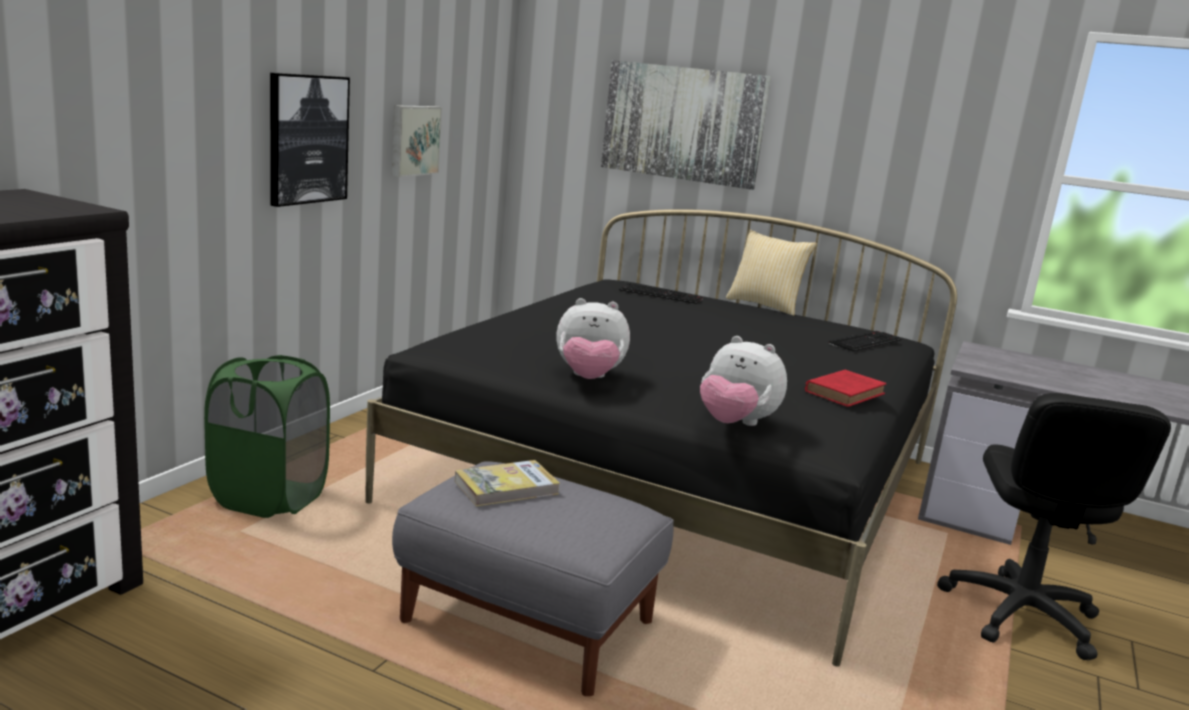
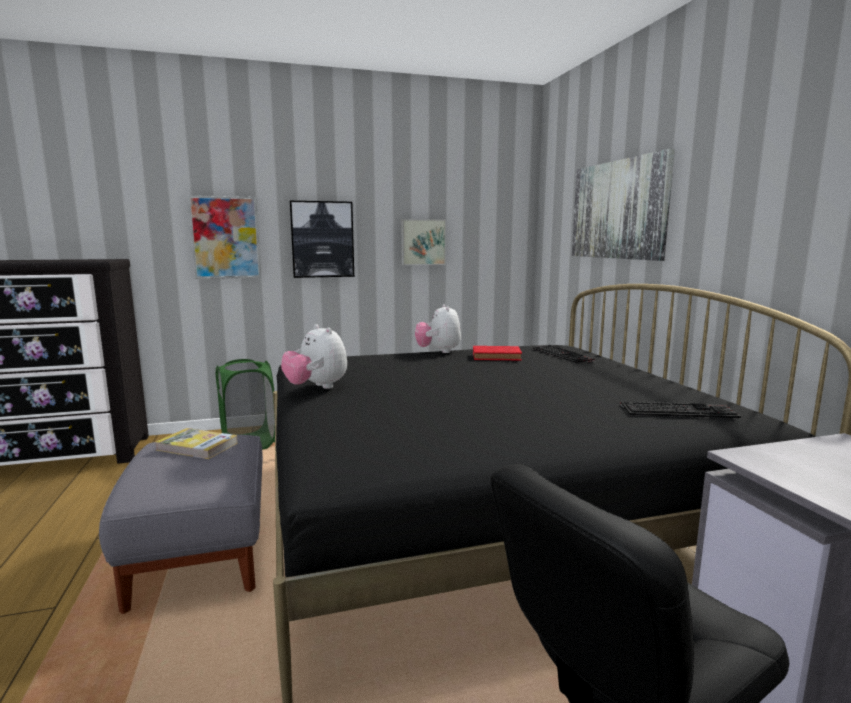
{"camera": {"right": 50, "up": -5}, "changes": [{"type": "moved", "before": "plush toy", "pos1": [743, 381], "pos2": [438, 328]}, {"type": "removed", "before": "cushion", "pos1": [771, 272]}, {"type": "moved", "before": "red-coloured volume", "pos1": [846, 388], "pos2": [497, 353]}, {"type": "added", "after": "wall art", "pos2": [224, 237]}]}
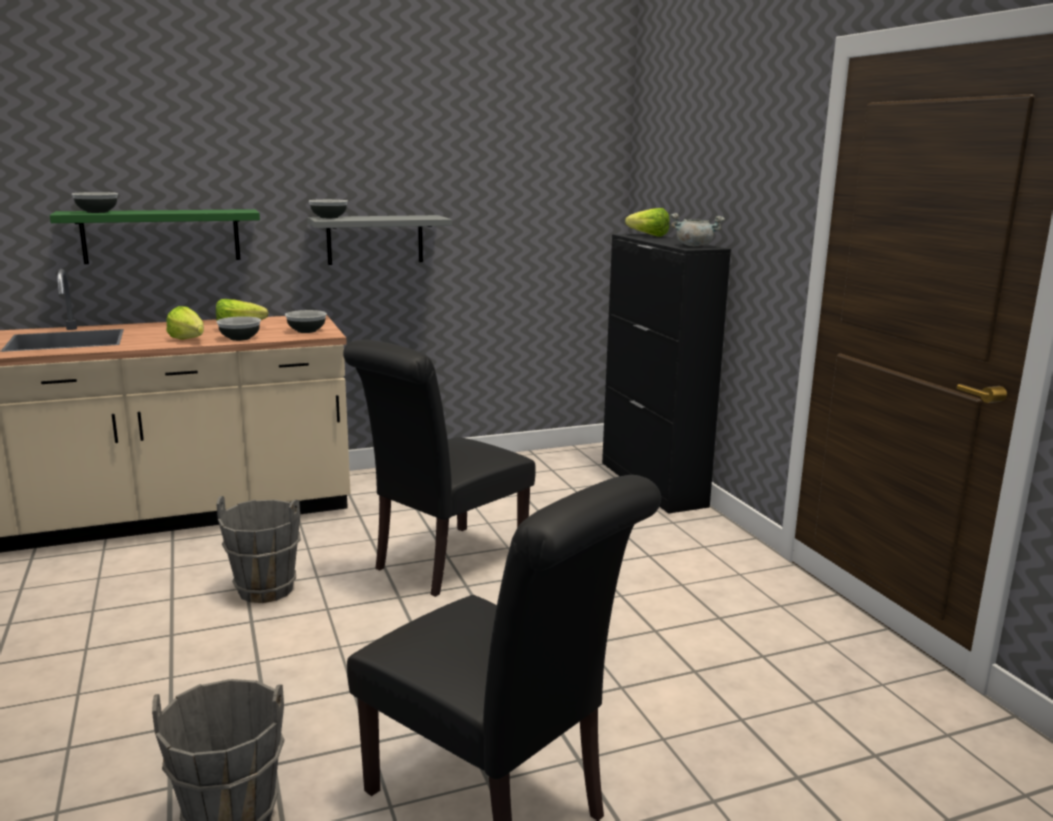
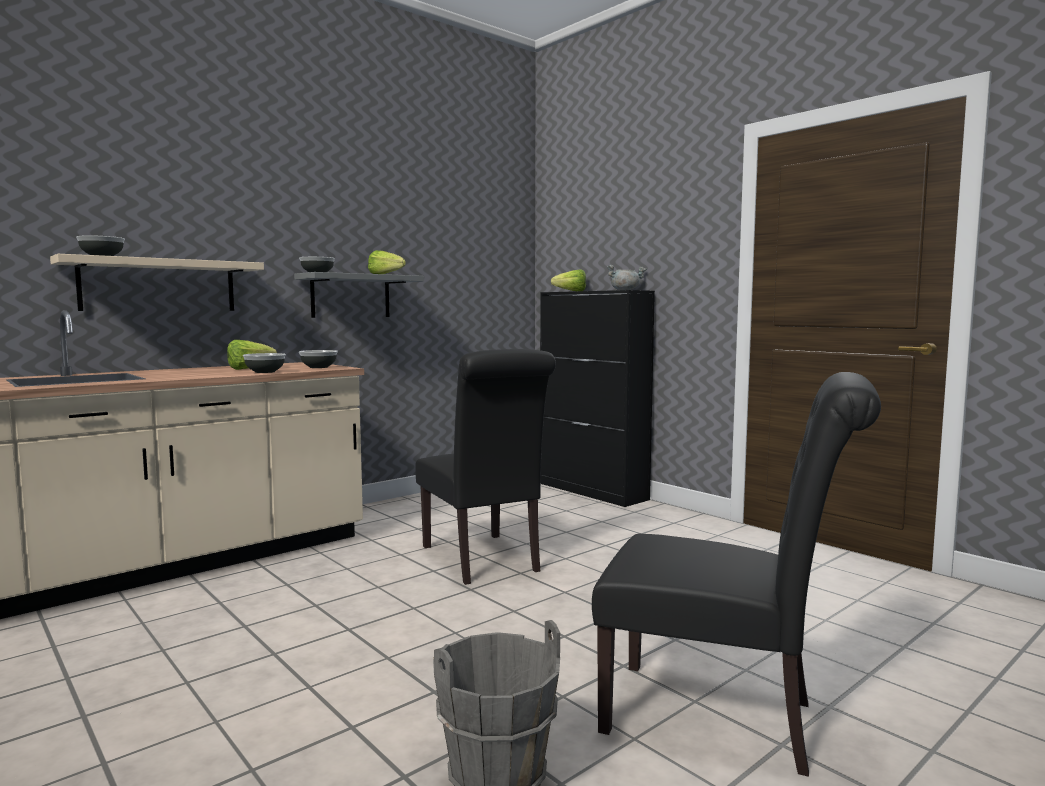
{"camera": {"right": -20, "up": -10}, "changes": [{"type": "recoloured", "before": "greenish bracket shelf", "after": "sand-coloured bracket shelf", "pos1": [155, 236], "pos2": [157, 282]}, {"type": "moved", "before": "head of lettuce", "pos1": [185, 323], "pos2": [387, 262]}, {"type": "removed", "before": "grey water bucket", "pos1": [258, 549]}, {"type": "turned", "before": "black-coloured upright chair", "pos1": [439, 468], "pos2": [486, 467], "turn": -45}]}
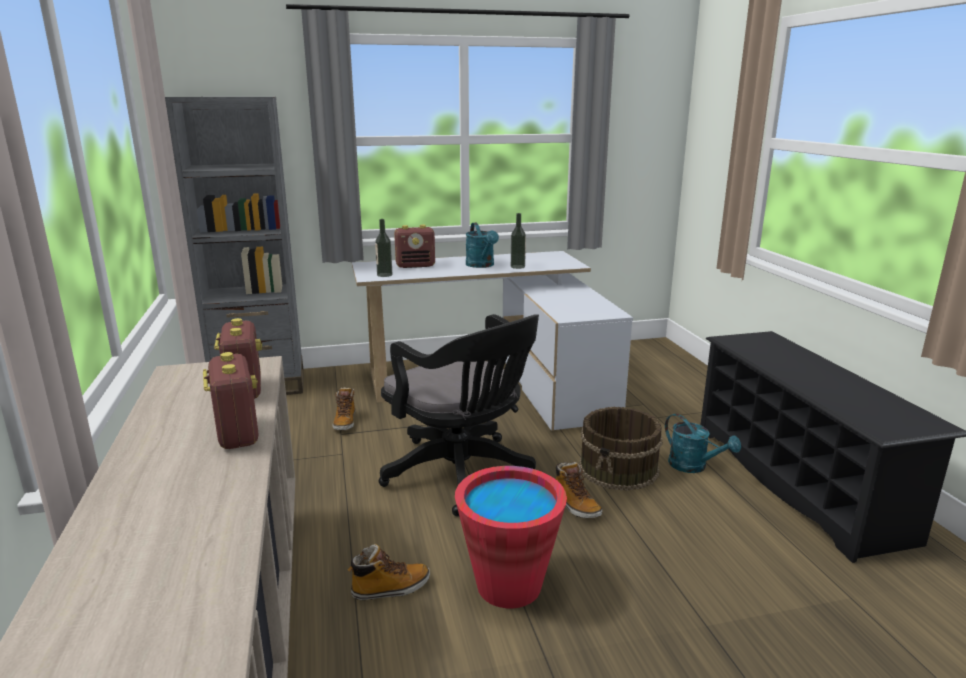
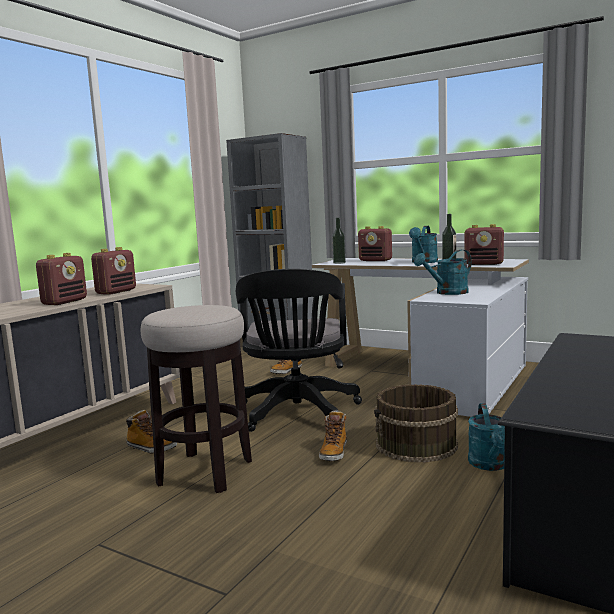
{"camera": {"right": 45, "up": -10}, "changes": [{"type": "replaced", "before": "red-coloured water bucket", "after": "stool seat", "pos1": [511, 537], "pos2": [196, 399]}, {"type": "added", "after": "blue-green watering can", "pos2": [443, 272]}, {"type": "added", "after": "radio receiver", "pos2": [484, 244]}]}
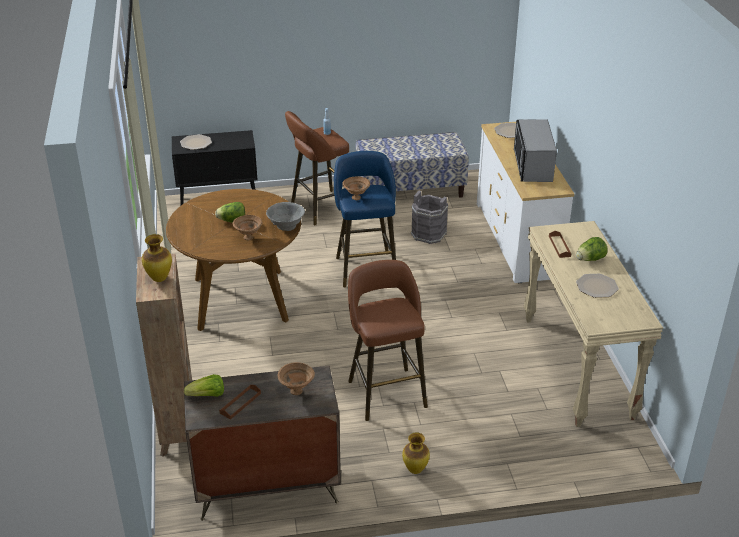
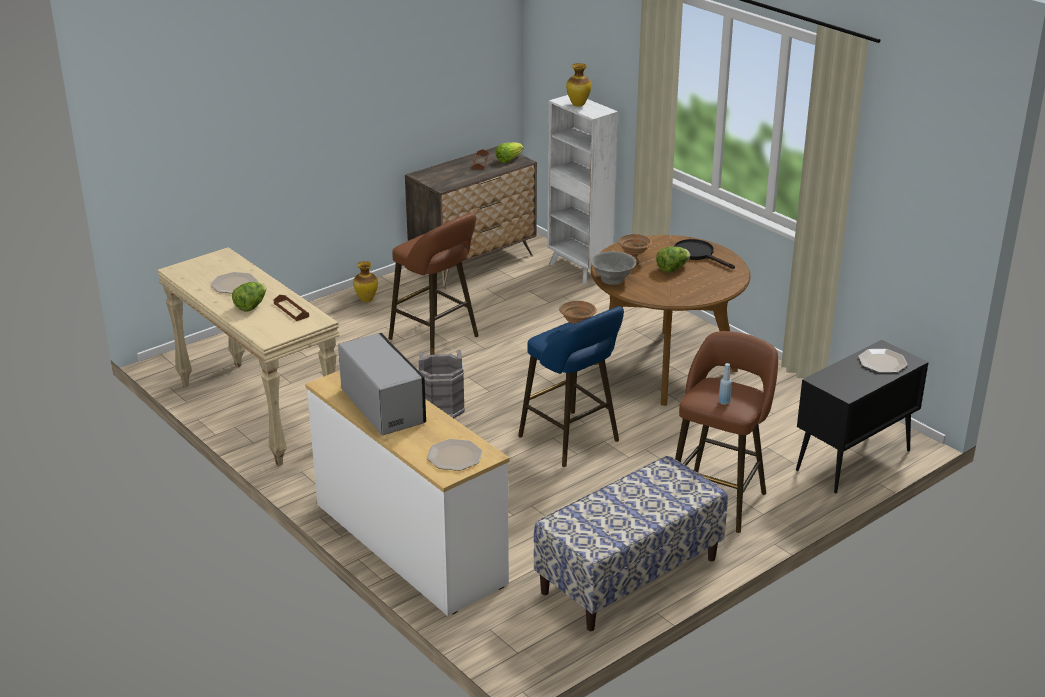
{"camera": {"right": 150, "up": -5}, "changes": [{"type": "recoloured", "before": "brown-coloured shelving unit", "after": "white shelving unit", "pos1": [164, 355], "pos2": [582, 189]}, {"type": "removed", "before": "brown-coloured deep dish", "pos1": [296, 378]}, {"type": "moved", "before": "grey water bucket", "pos1": [429, 217], "pos2": [441, 384]}, {"type": "added", "after": "black-coloured pan", "pos2": [704, 254]}]}
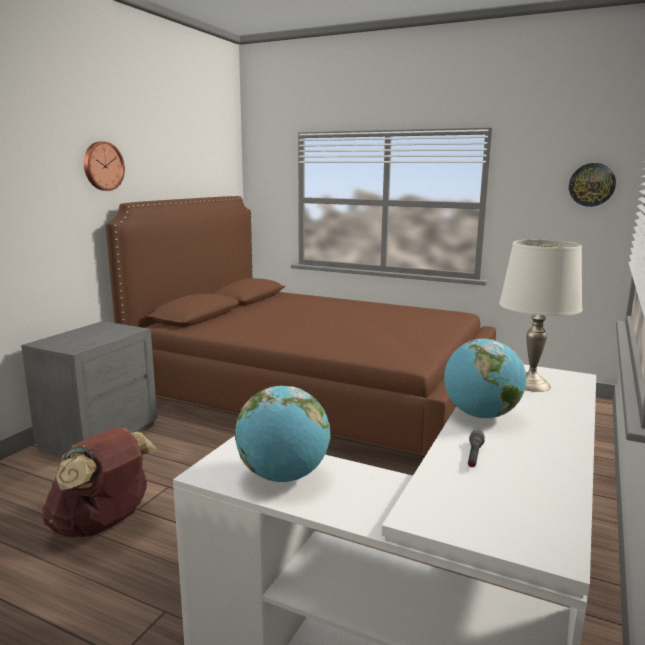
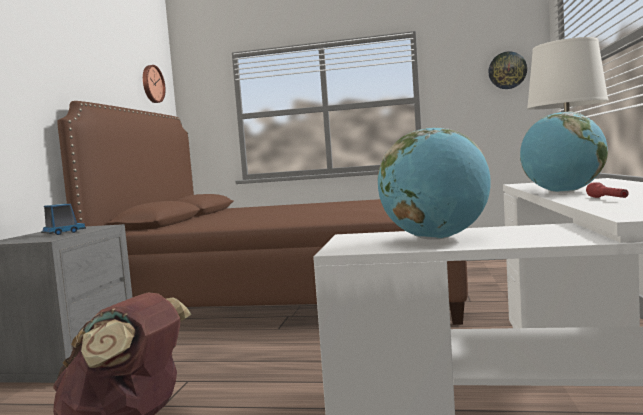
{"camera": {"right": -15, "up": -10}, "changes": [{"type": "moved", "before": "hanging clock", "pos1": [104, 166], "pos2": [154, 84]}, {"type": "recoloured", "before": "grey hand torch", "after": "red-coloured hand torch", "pos1": [476, 448], "pos2": [607, 190]}, {"type": "added", "after": "model truck", "pos2": [63, 219]}]}
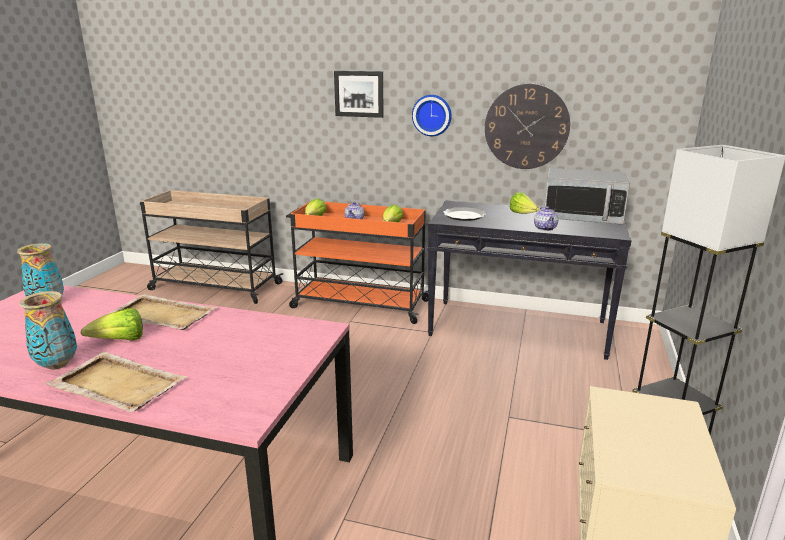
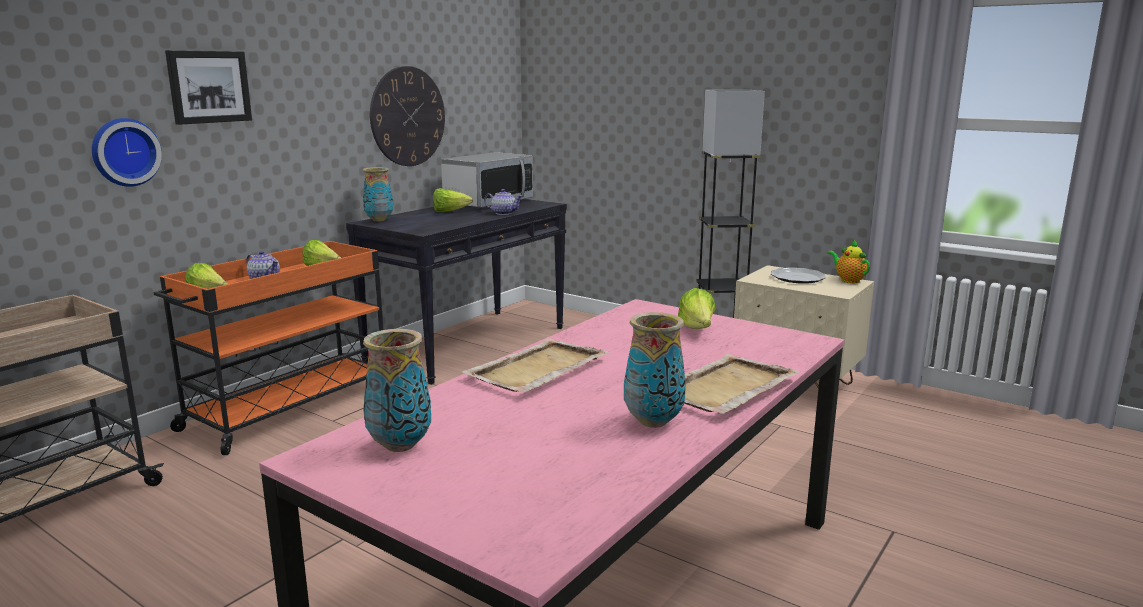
{"camera": {"right": -70, "up": -5}, "changes": [{"type": "moved", "before": "head of lettuce", "pos1": [112, 324], "pos2": [697, 308]}, {"type": "moved", "before": "hanging clock", "pos1": [432, 115], "pos2": [127, 152]}, {"type": "moved", "before": "plate", "pos1": [464, 214], "pos2": [798, 275]}, {"type": "added", "after": "vase", "pos2": [378, 194]}, {"type": "added", "after": "pot for tea", "pos2": [849, 261]}]}
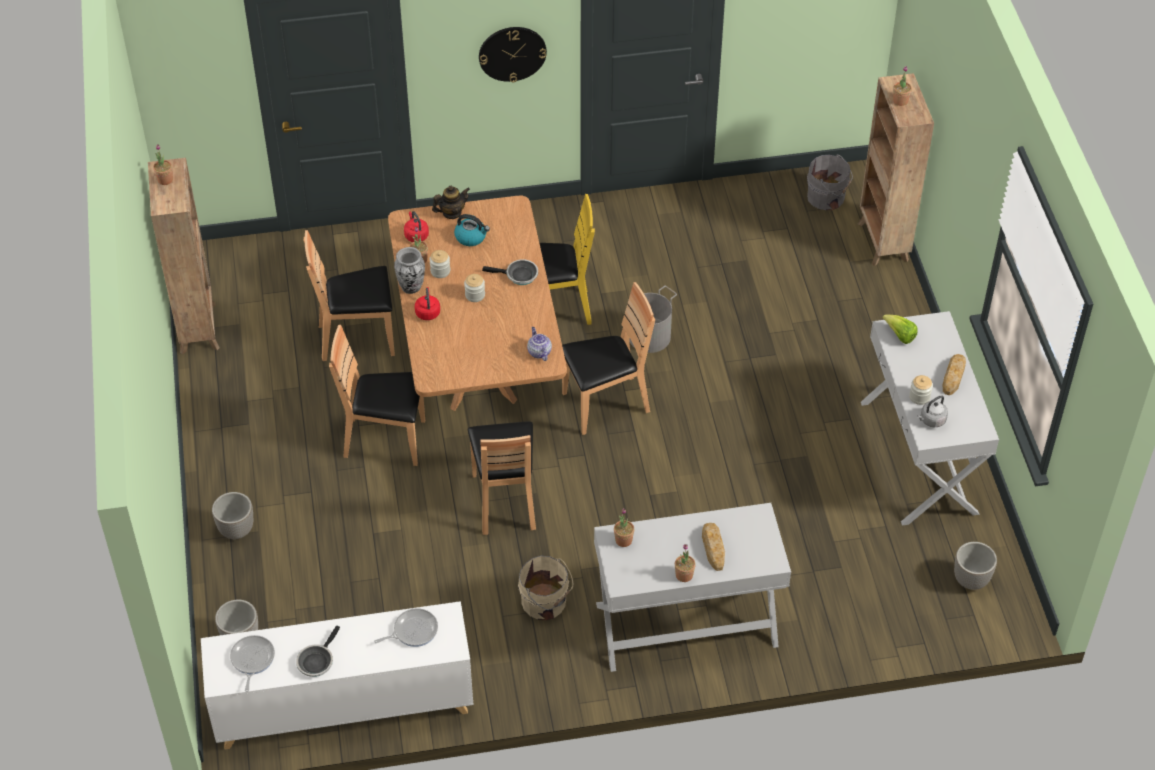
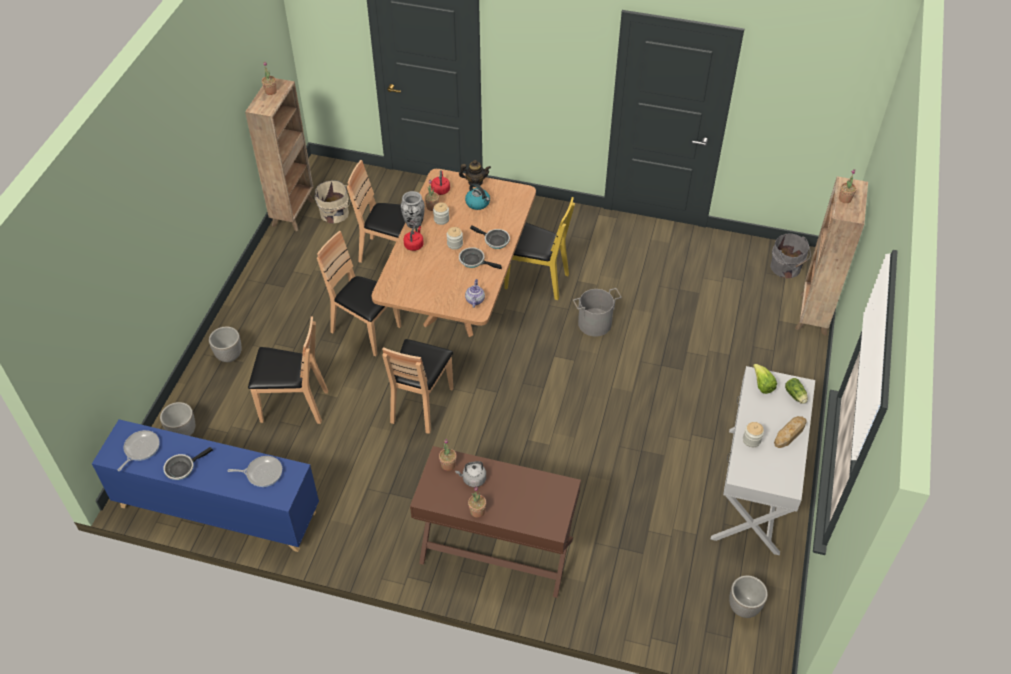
{"camera": {"right": 25, "up": 0}, "changes": [{"type": "recoloured", "before": "white cabinet", "after": "blue-coloured cabinet", "pos1": [337, 675], "pos2": [205, 485]}, {"type": "removed", "before": "hanging clock", "pos1": [513, 55]}, {"type": "moved", "before": "sand-coloured water bucket", "pos1": [546, 588], "pos2": [333, 201]}, {"type": "moved", "before": "brown-coloured upright chair", "pos1": [608, 358], "pos2": [288, 370]}, {"type": "recoloured", "before": "white narrow table", "after": "brown-coloured narrow table", "pos1": [692, 587], "pos2": [495, 522]}, {"type": "removed", "before": "baked bread", "pos1": [713, 547]}, {"type": "moved", "before": "grey kettle", "pos1": [932, 411], "pos2": [470, 474]}, {"type": "added", "after": "pan", "pos2": [480, 258]}, {"type": "added", "after": "head of lettuce", "pos2": [796, 391]}]}
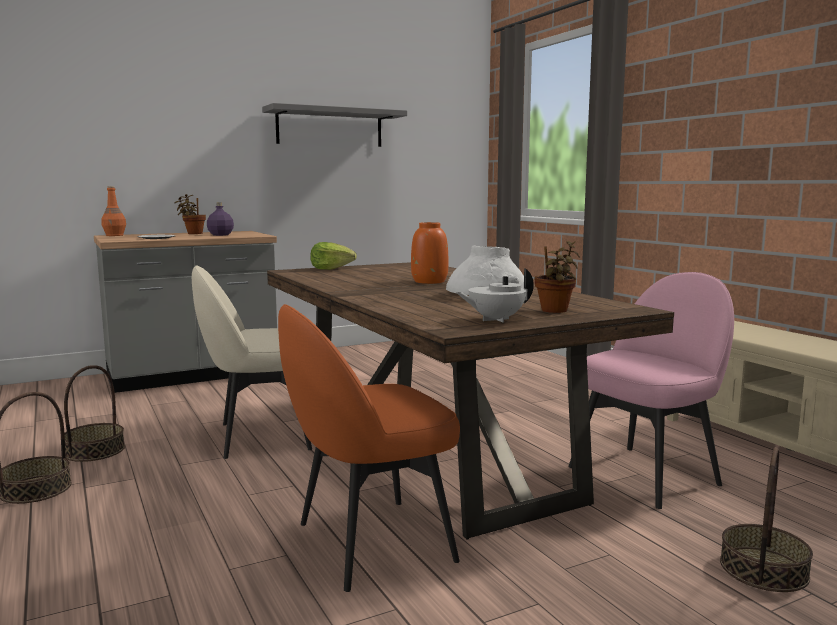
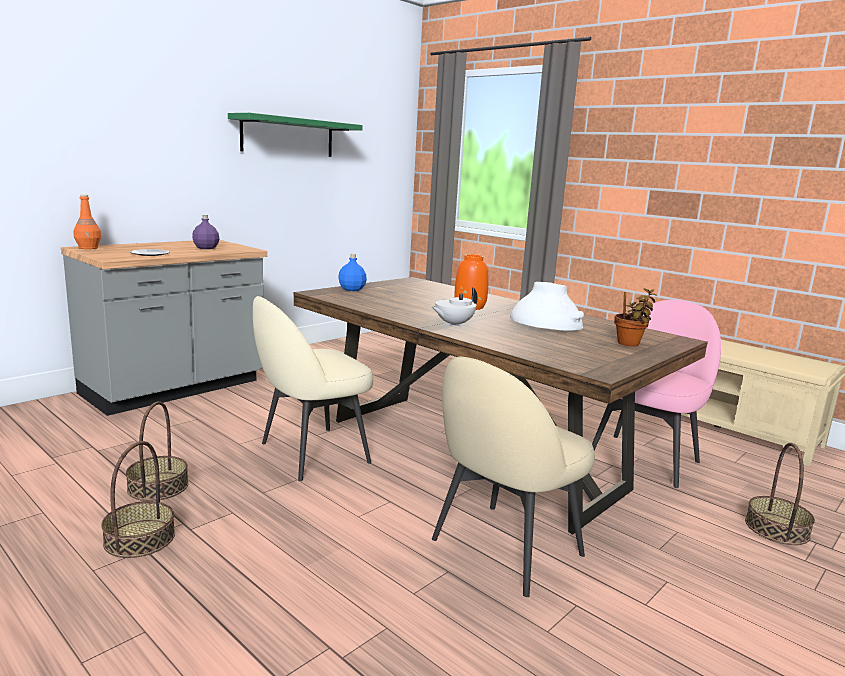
{"camera": {"right": -20, "up": 5}, "changes": [{"type": "removed", "before": "potted plant", "pos1": [190, 214]}, {"type": "recoloured", "before": "grey bracket shelf", "after": "greenish bracket shelf", "pos1": [334, 125], "pos2": [295, 135]}, {"type": "recoloured", "before": "orange upright chair", "after": "sand-coloured upright chair", "pos1": [369, 448], "pos2": [513, 477]}, {"type": "replaced", "before": "head of lettuce", "after": "blue-coloured beverage bottle", "pos1": [333, 256], "pos2": [352, 272]}, {"type": "moved", "before": "white pot for tea", "pos1": [495, 295], "pos2": [454, 307]}]}
